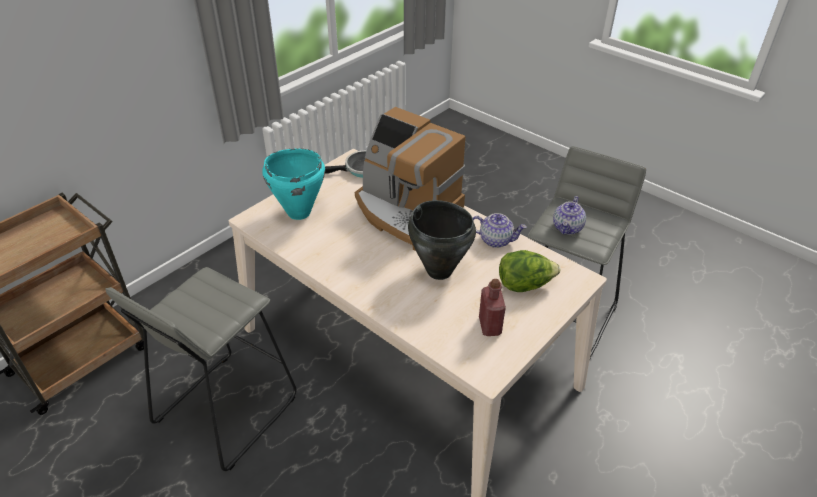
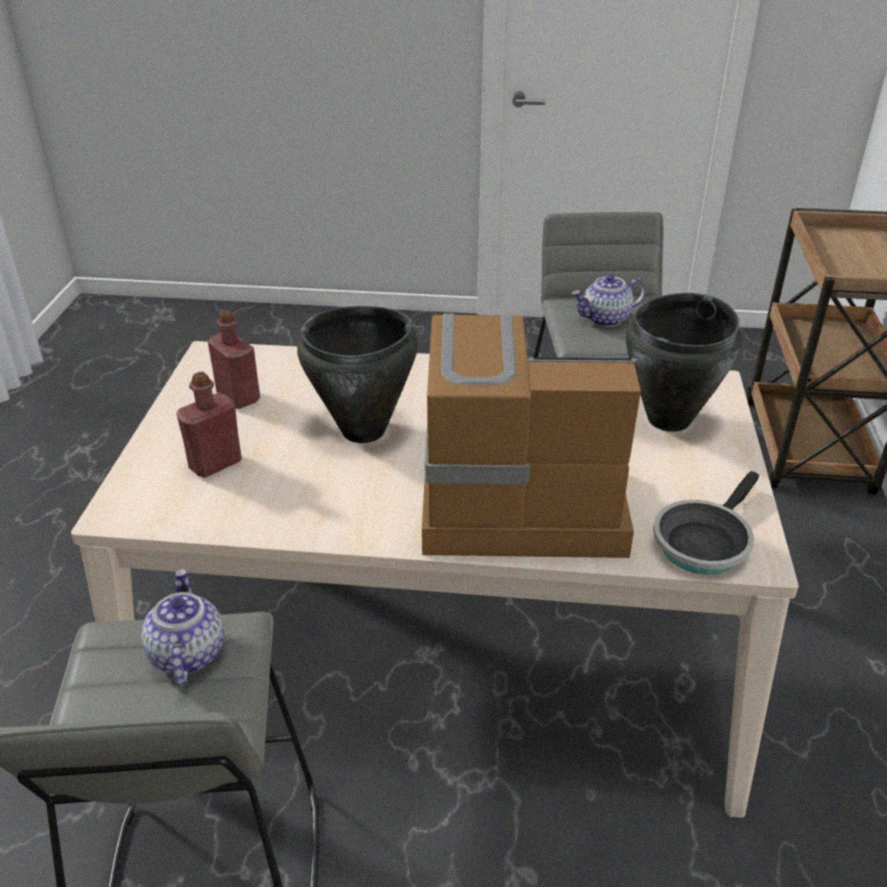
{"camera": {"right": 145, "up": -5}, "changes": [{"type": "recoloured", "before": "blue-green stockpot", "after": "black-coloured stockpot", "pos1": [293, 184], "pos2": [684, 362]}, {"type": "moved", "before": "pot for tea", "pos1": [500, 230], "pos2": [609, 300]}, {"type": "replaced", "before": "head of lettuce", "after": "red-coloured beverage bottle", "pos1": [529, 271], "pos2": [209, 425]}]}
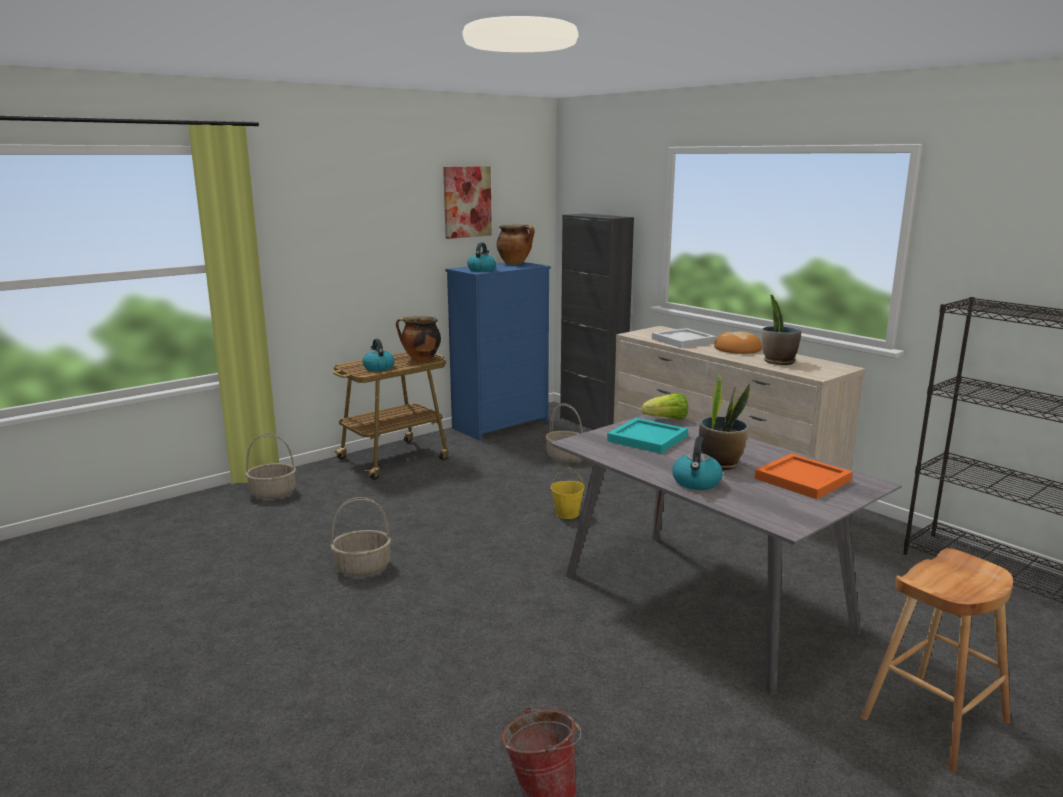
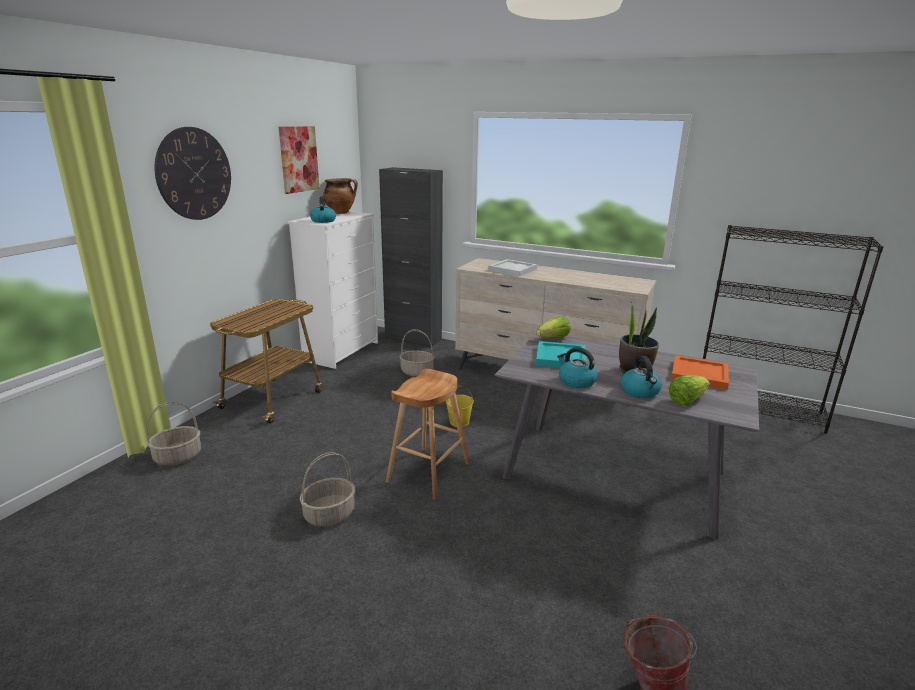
{"camera": {"right": -25, "up": 5}, "changes": [{"type": "moved", "before": "kettle", "pos1": [379, 355], "pos2": [577, 367]}, {"type": "removed", "before": "stockpot", "pos1": [418, 338]}, {"type": "recoloured", "before": "blue-coloured drawer chest", "after": "white drawer chest", "pos1": [498, 351], "pos2": [332, 290]}, {"type": "removed", "before": "baked bread", "pos1": [738, 342]}, {"type": "removed", "before": "potted plant", "pos1": [781, 329]}, {"type": "moved", "before": "brown-coloured stool seat", "pos1": [937, 660], "pos2": [428, 434]}, {"type": "added", "after": "hanging clock", "pos2": [193, 173]}, {"type": "added", "after": "head of lettuce", "pos2": [689, 390]}]}
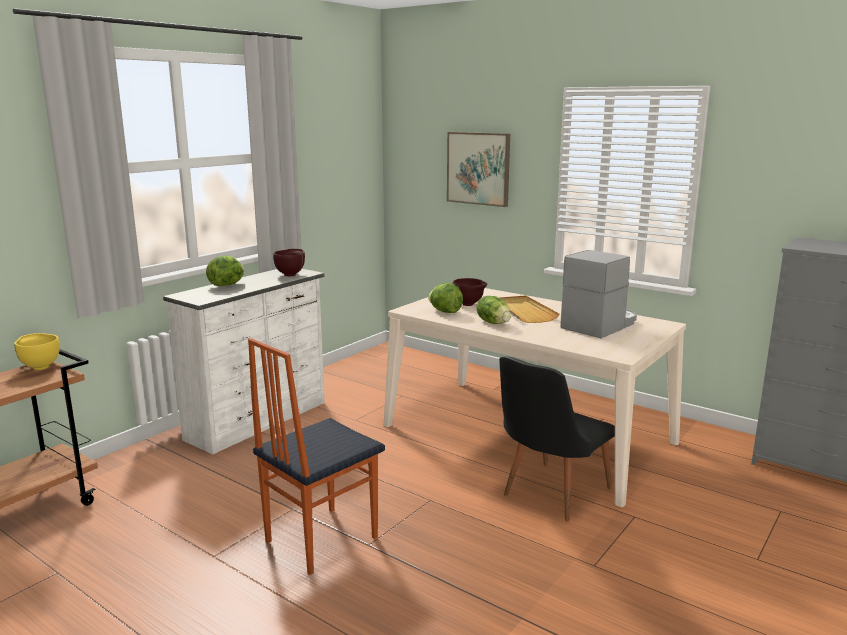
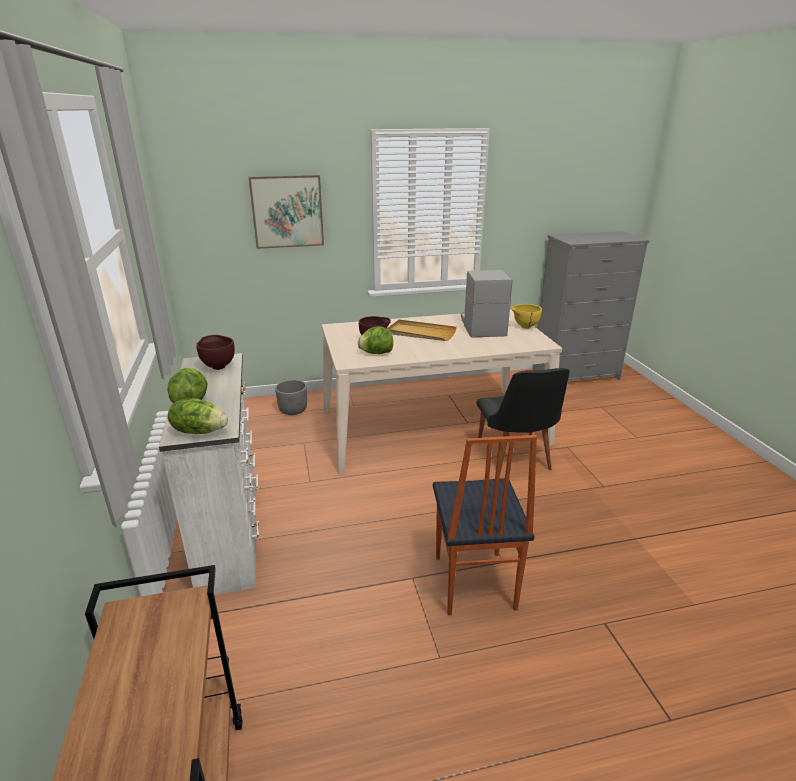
{"camera": {"right": -50, "up": 10}, "changes": [{"type": "moved", "before": "yellowish deep dish", "pos1": [37, 351], "pos2": [526, 316]}, {"type": "moved", "before": "head of lettuce", "pos1": [494, 310], "pos2": [198, 416]}, {"type": "added", "after": "grey flower pot", "pos2": [291, 397]}]}
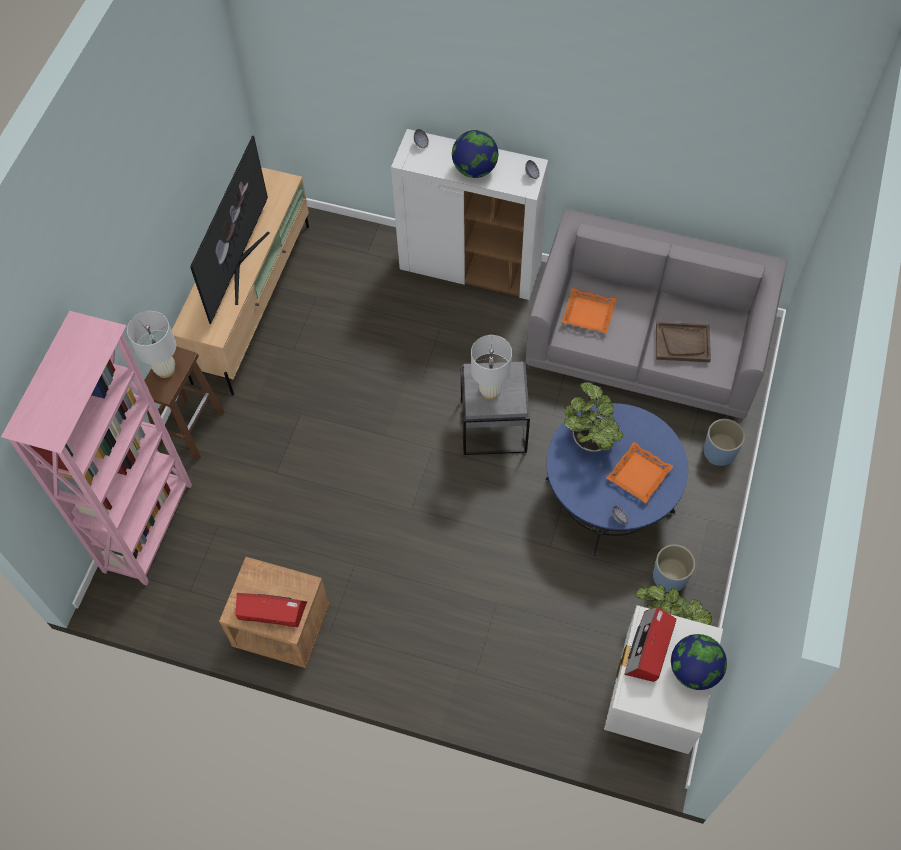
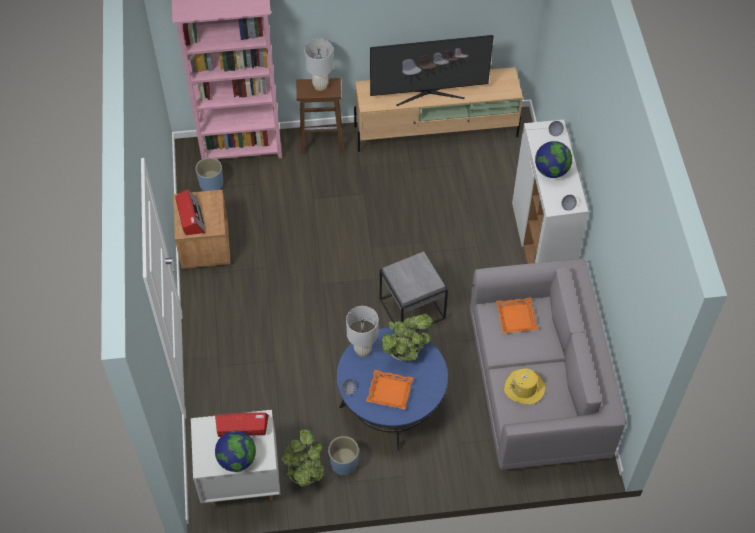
{"camera": {"right": 65, "up": -5}, "changes": [{"type": "moved", "before": "white lamp for a table", "pos1": [491, 367], "pos2": [362, 331]}, {"type": "replaced", "before": "brown-coloured tray", "after": "yellowish hat", "pos1": [683, 342], "pos2": [524, 386]}, {"type": "moved", "before": "blue-coloured flower pot", "pos1": [724, 442], "pos2": [209, 174]}]}
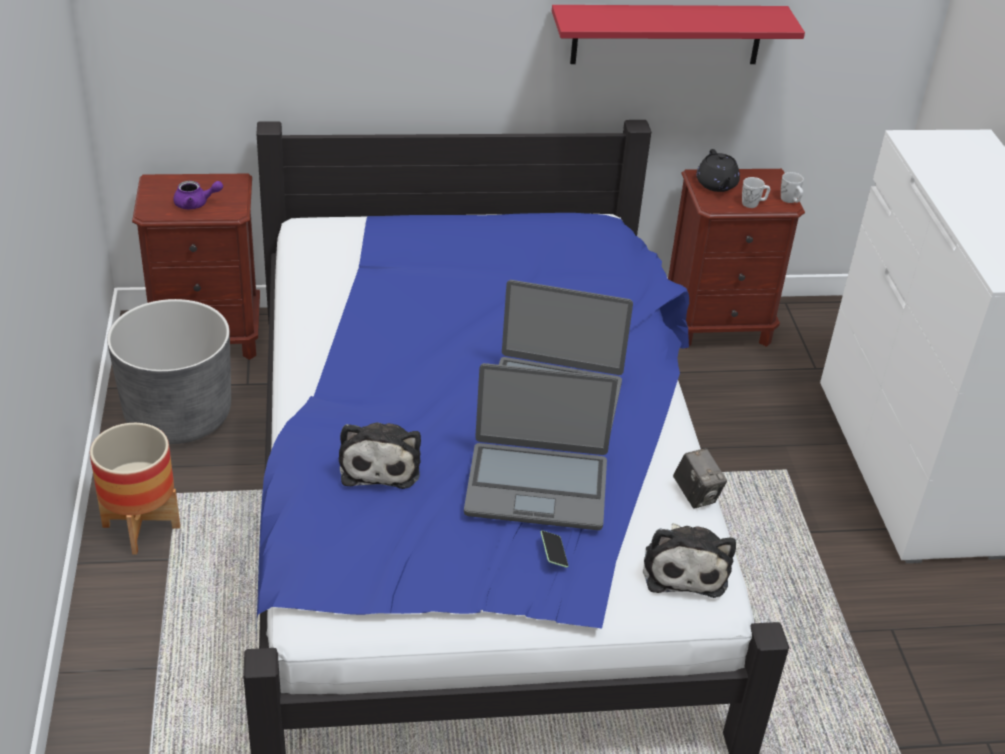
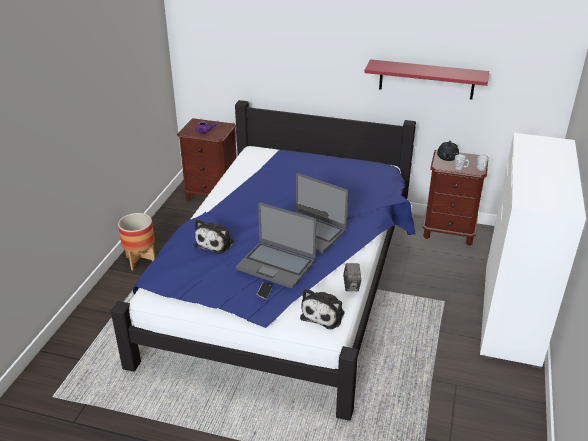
{"camera": {"right": 25, "up": -5}, "changes": [{"type": "removed", "before": "grey flower pot", "pos1": [169, 371]}]}
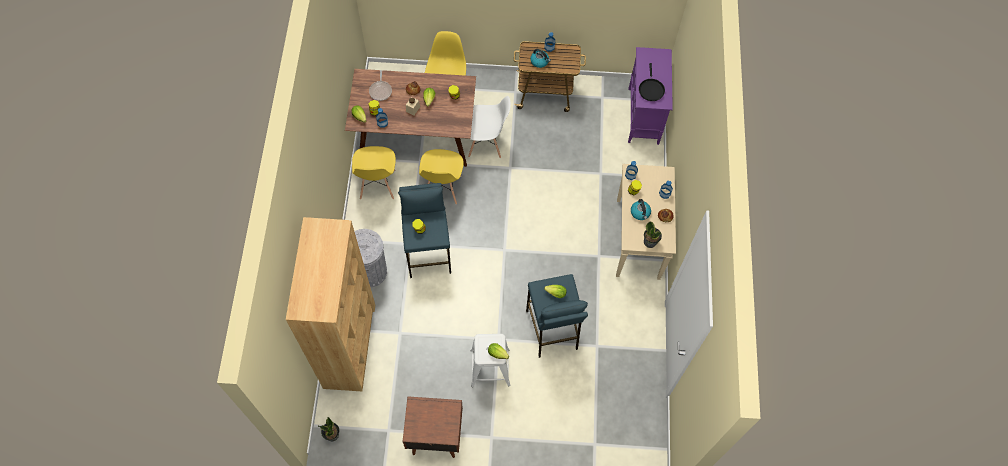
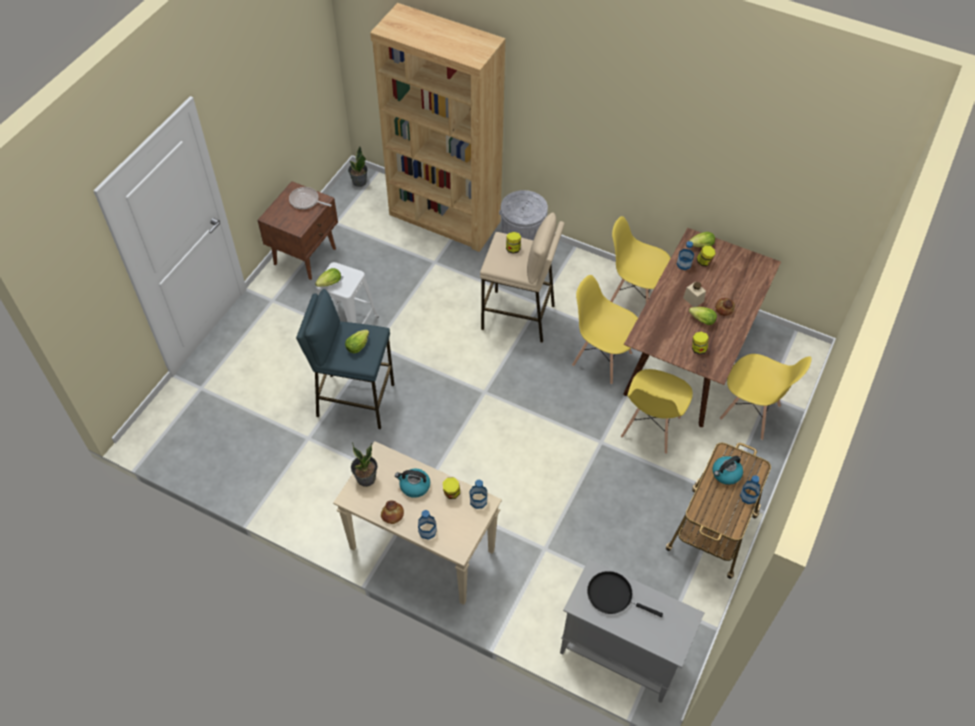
{"camera": {"right": 115, "up": -10}, "changes": [{"type": "moved", "before": "pan", "pos1": [380, 85], "pos2": [310, 198]}, {"type": "recoloured", "before": "blue-coloured stool seat", "after": "sand-coloured stool seat", "pos1": [424, 230], "pos2": [522, 278]}, {"type": "recoloured", "before": "white upright chair", "after": "yellowish upright chair", "pos1": [489, 127], "pos2": [657, 411]}, {"type": "recoloured", "before": "purplish cabinet", "after": "grey cabinet", "pos1": [650, 96], "pos2": [632, 631]}]}
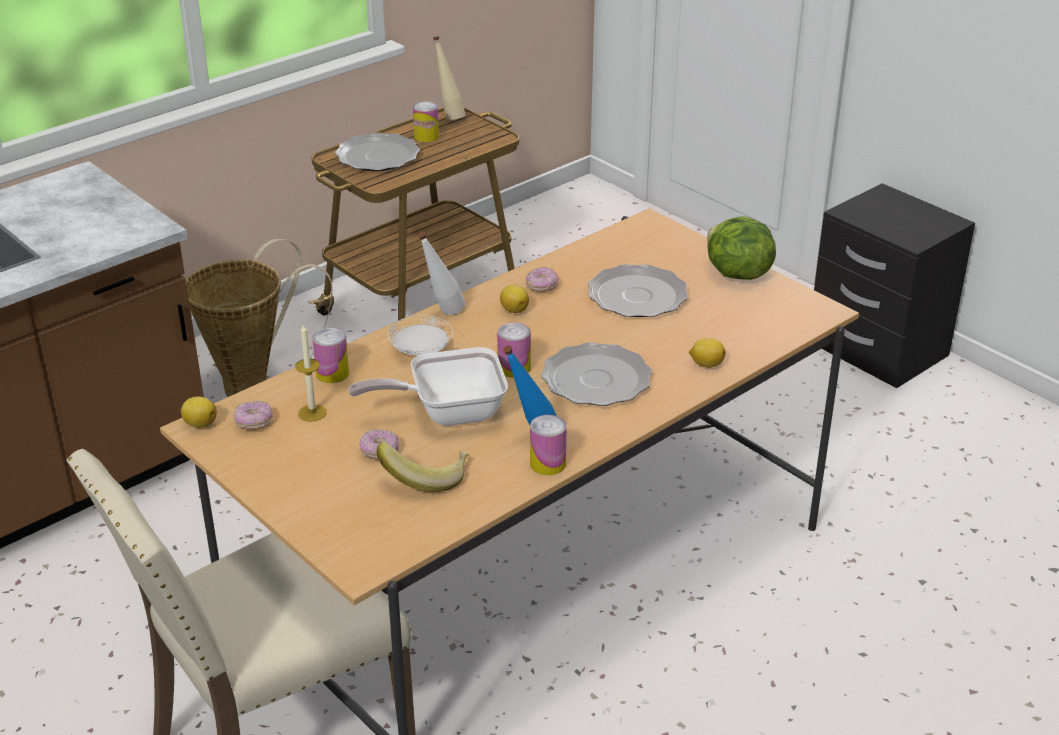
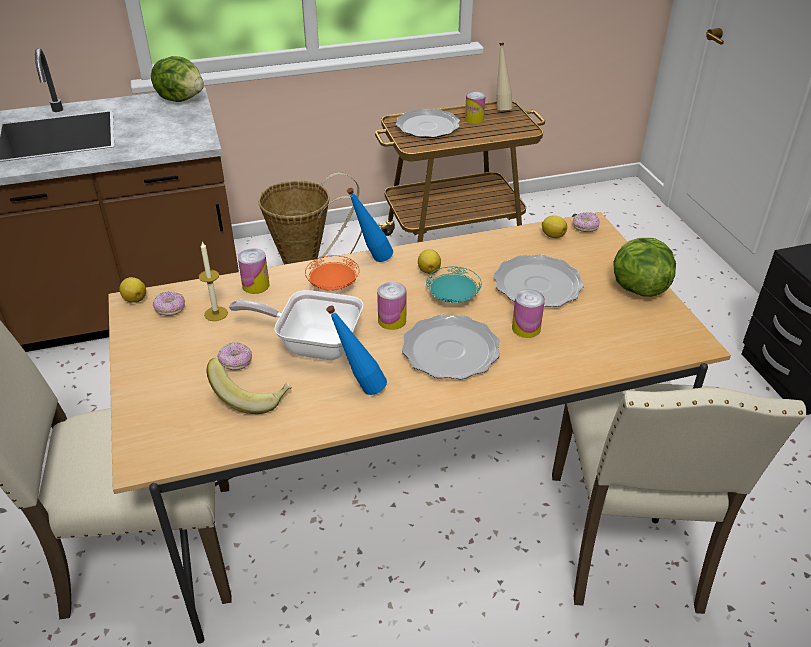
{"camera": {"right": 25, "up": 5}, "changes": [{"type": "recoloured", "before": "white plate", "after": "orange plate", "pos1": [420, 335], "pos2": [332, 273]}, {"type": "recoloured", "before": "white beverage bottle", "after": "blue-coloured beverage bottle", "pos1": [441, 273], "pos2": [370, 225]}, {"type": "moved", "before": "doughnut", "pos1": [542, 279], "pos2": [586, 222]}, {"type": "moved", "before": "can", "pos1": [548, 445], "pos2": [528, 313]}, {"type": "moved", "before": "whole lemon", "pos1": [707, 353], "pos2": [554, 226]}, {"type": "added", "after": "head of lettuce", "pos2": [177, 79]}, {"type": "added", "after": "blue-green plate", "pos2": [454, 284]}, {"type": "added", "after": "sand-coloured upright chair", "pos2": [679, 499]}]}
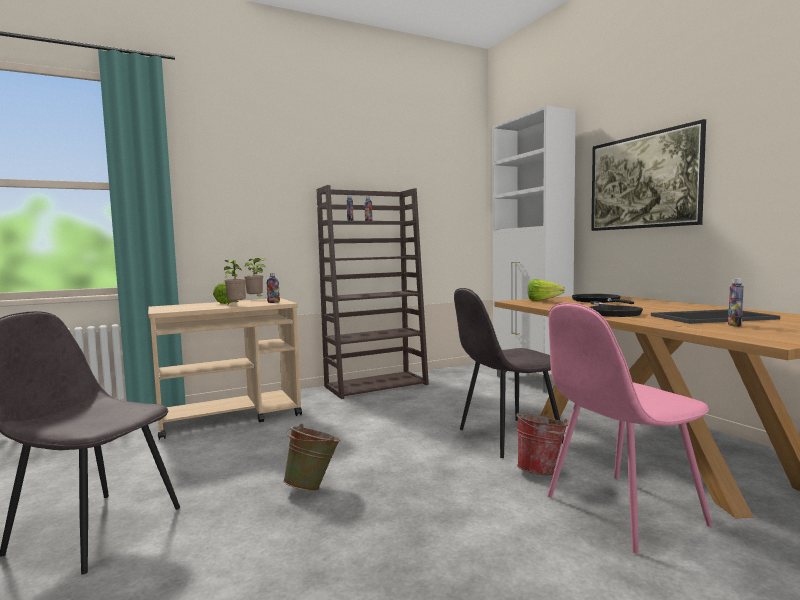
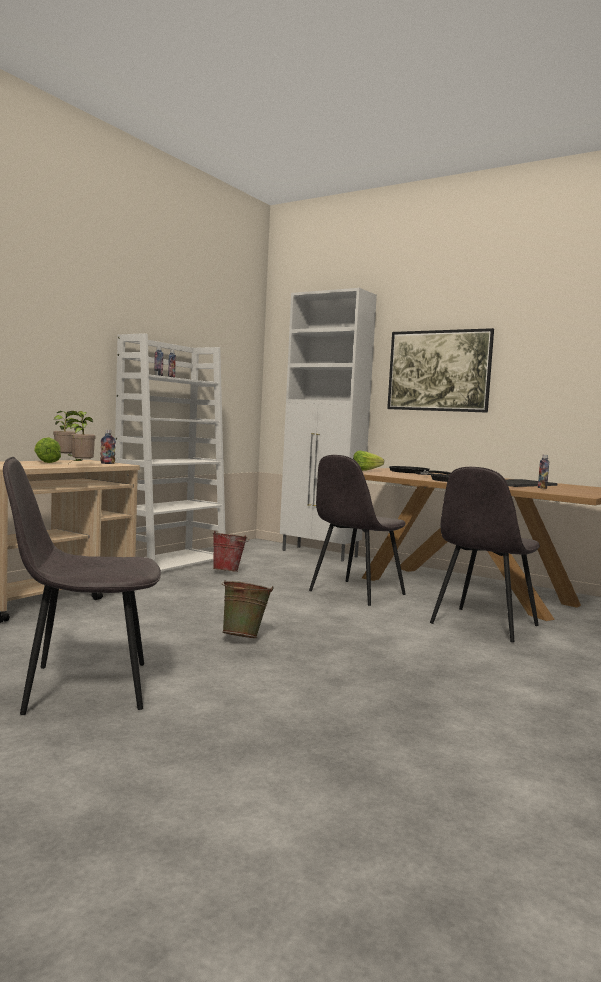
{"camera": {"right": -30, "up": 0}, "changes": [{"type": "recoloured", "before": "brown-coloured shelving unit", "after": "white shelving unit", "pos1": [373, 292], "pos2": [170, 452]}, {"type": "moved", "before": "water bucket", "pos1": [542, 444], "pos2": [231, 551]}, {"type": "recoloured", "before": "pinkish upright chair", "after": "grey upright chair", "pos1": [629, 428], "pos2": [485, 554]}]}
